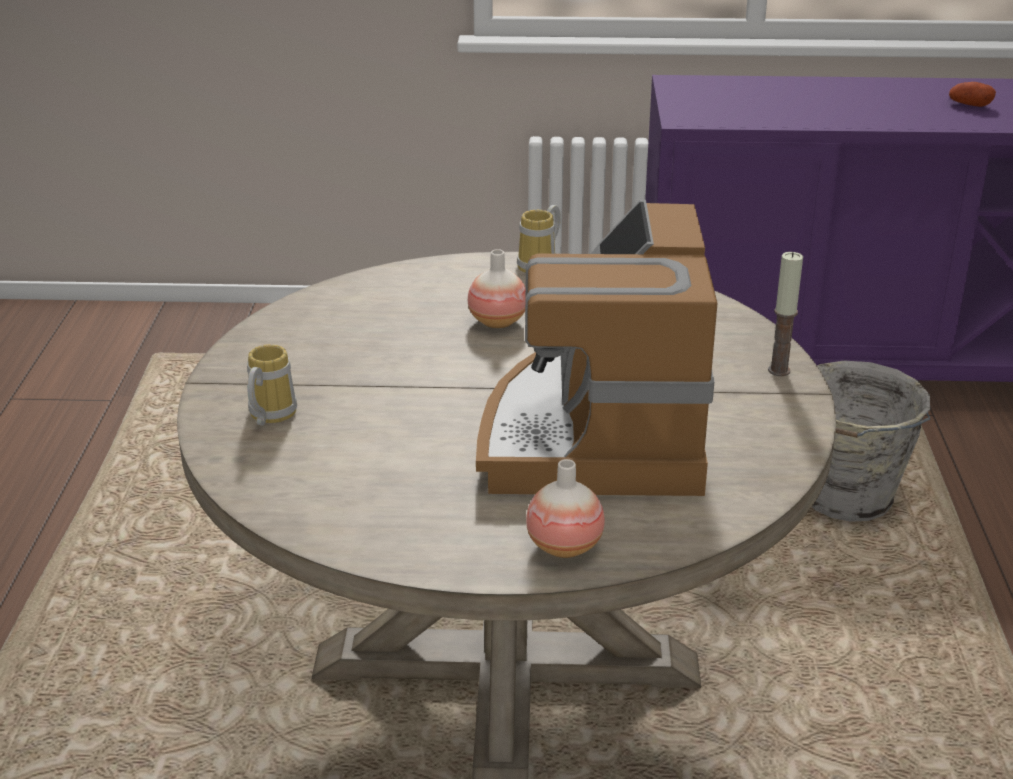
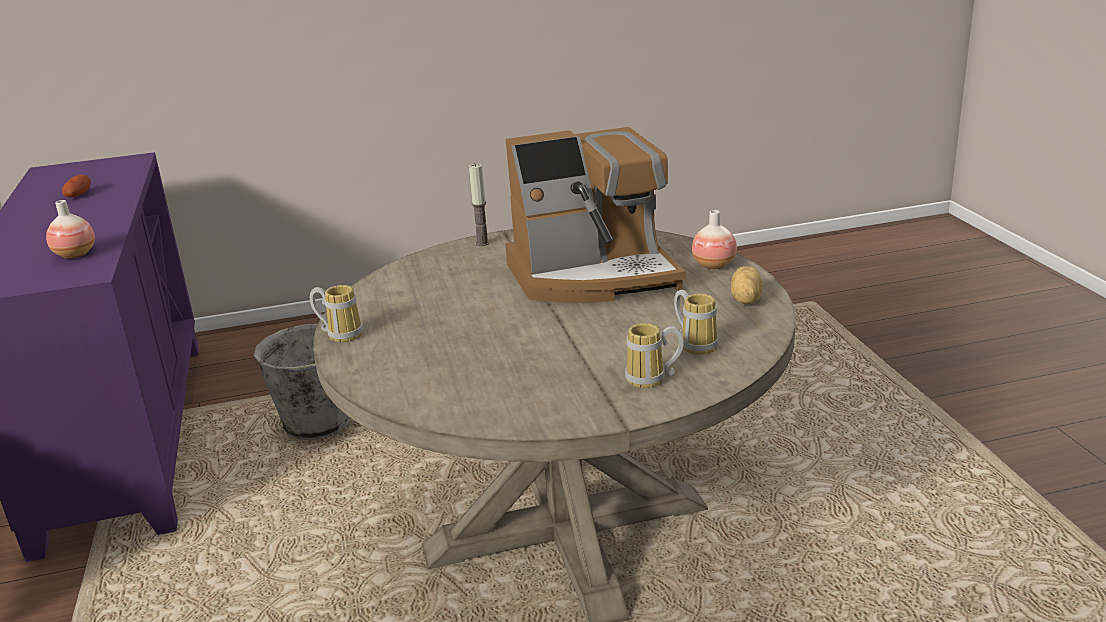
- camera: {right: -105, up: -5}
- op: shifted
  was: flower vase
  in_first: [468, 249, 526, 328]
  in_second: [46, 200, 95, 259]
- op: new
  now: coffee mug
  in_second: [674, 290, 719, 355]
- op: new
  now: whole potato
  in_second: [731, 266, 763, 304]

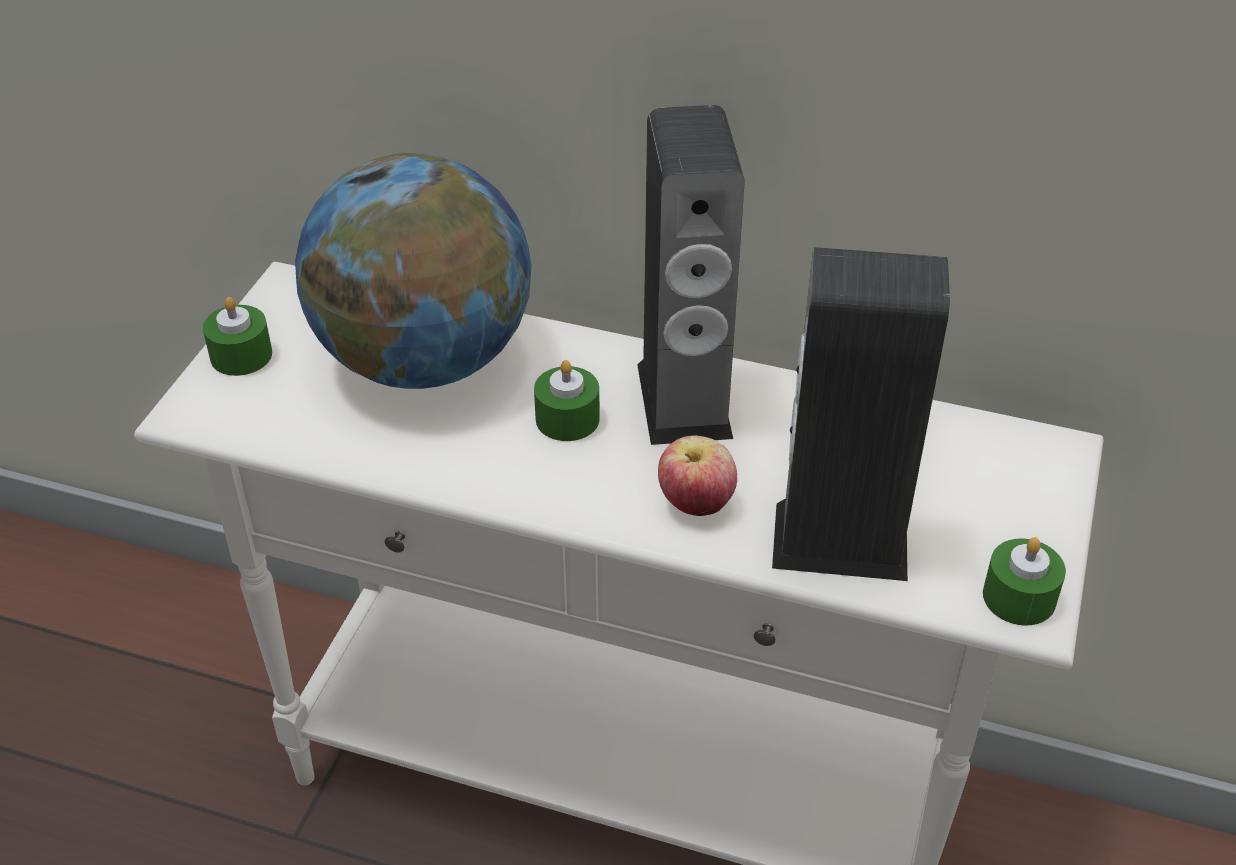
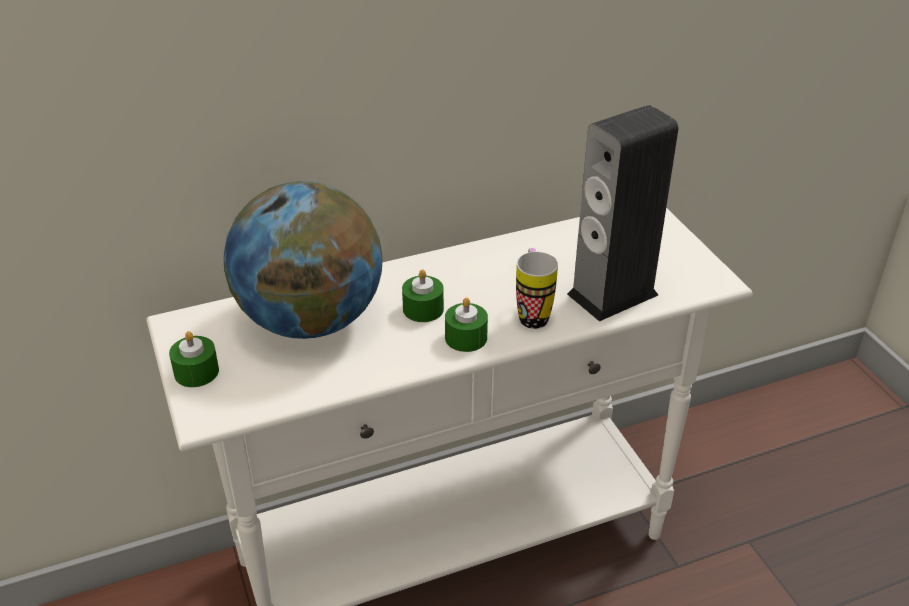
- camera: {right: -40, up: -5}
- op: shifted
  was: green-coloured wax candle
  in_first: [983, 537, 1066, 626]
  in_second: [445, 297, 488, 352]
- op: swapped
  was: whole apple
  now: coffee mug
  in_first: [658, 435, 737, 516]
  in_second: [516, 248, 558, 329]
- op: gone
  was: audio speaker
  in_first: [637, 105, 745, 445]

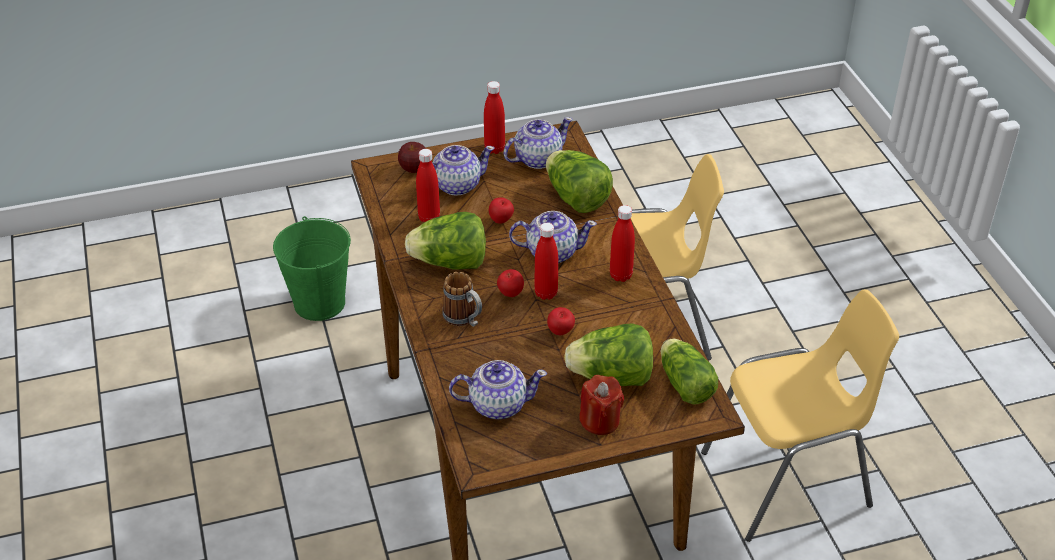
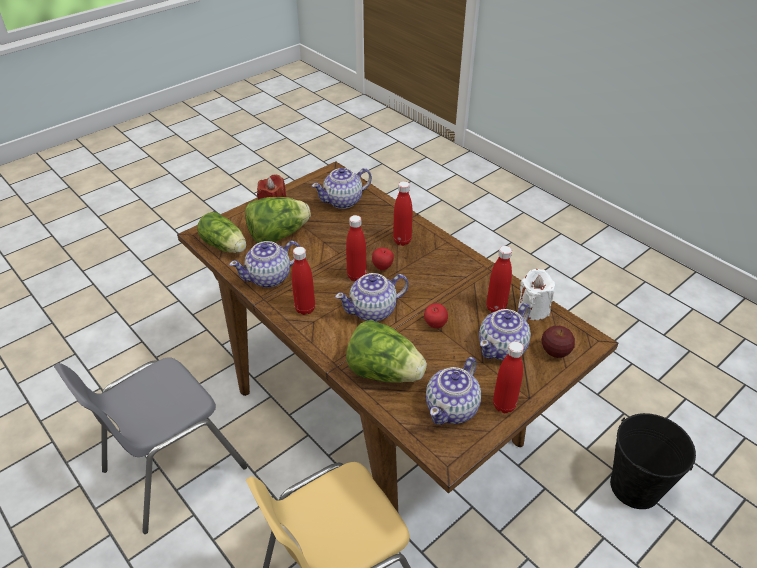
- camera: {right: 155, up: 0}
- op: repainted
  was: yellow plain chair
  now: greyish plain chair
  in_first: [701, 290, 899, 542]
  in_second: [54, 357, 247, 534]
- op: new
  now: teapot
  in_second: [229, 241, 300, 288]
- op: swapped
  was: coffee mug
  now: red-coloured bottle
  in_first: [442, 272, 482, 327]
  in_second: [393, 181, 413, 246]
- op: new
  now: whitish wax candle
  in_second: [518, 269, 555, 320]
- op: repainted
  was: green-coloured pail
  now: black-coloured pail
  in_first: [273, 216, 351, 321]
  in_second: [610, 413, 696, 509]
- op: gone
  was: lettuce
  in_first: [405, 212, 486, 269]
- op: gone
  was: whole apple
  in_first: [547, 307, 575, 335]

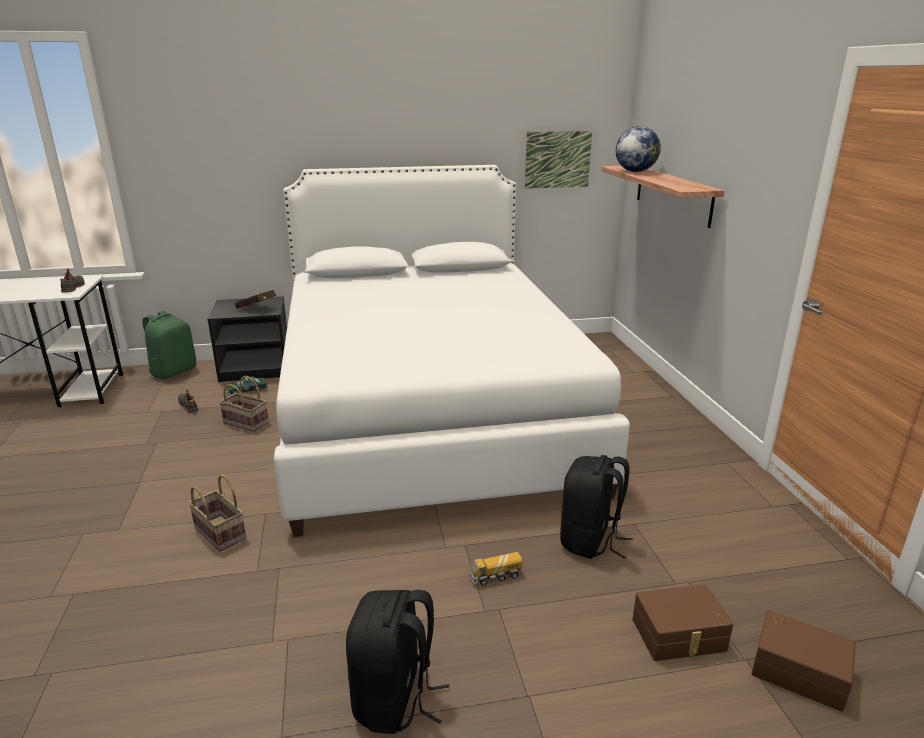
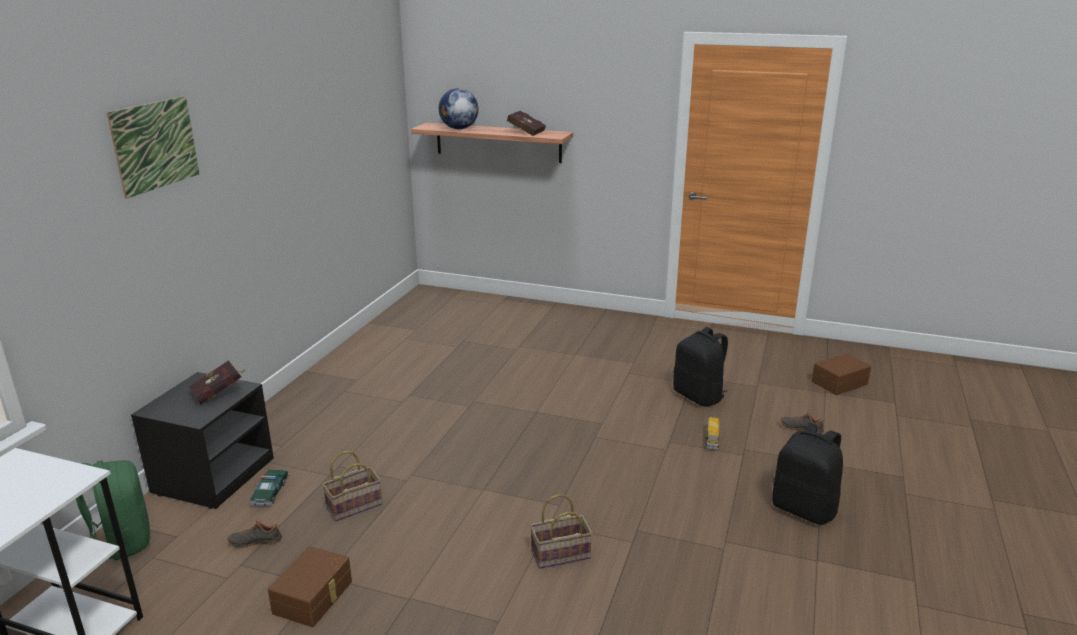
- camera: {right: -60, up: 0}
- op: shifted
  was: picture
  in_first: [525, 131, 592, 189]
  in_second: [106, 96, 200, 199]
- op: shifted
  was: brown-coloured storage bin
  in_first: [632, 584, 733, 661]
  in_second: [268, 546, 352, 627]
- op: new
  now: red-coloured book
  in_second: [507, 111, 546, 136]
- op: shifted
  was: black-coloured low shoe
  in_first: [60, 269, 85, 292]
  in_second: [781, 412, 825, 434]
- op: gone
  was: whitish bedroom bed
  in_first: [274, 165, 630, 537]

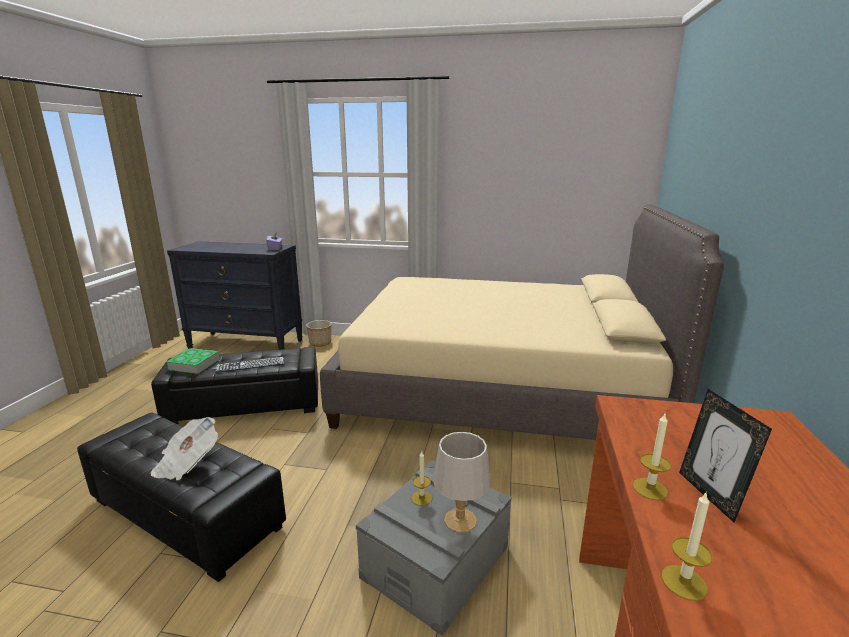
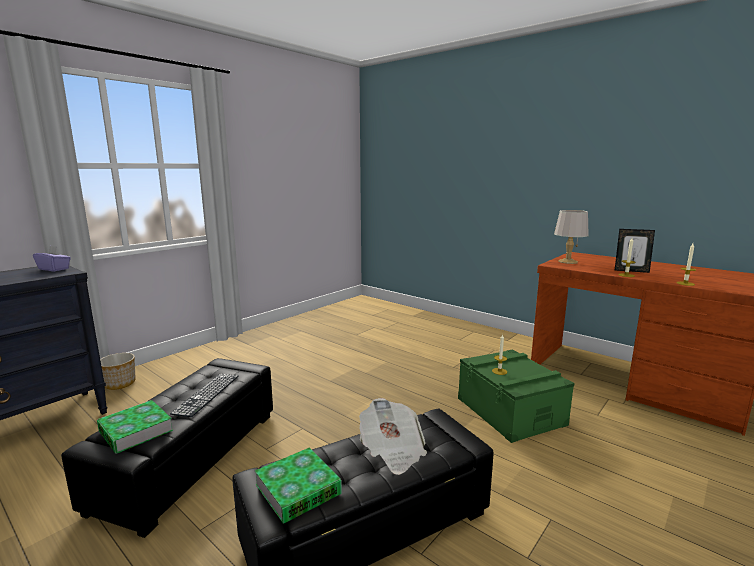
- camera: {right: -60, up: -5}
- op: new
  now: book
  in_second: [255, 447, 342, 524]
- op: repainted
  was: greyish storage bin
  now: green-coloured storage bin
  in_first: [356, 460, 511, 636]
  in_second: [458, 349, 575, 443]
- op: shifted
  was: greyish lamp for a table
  in_first: [433, 432, 491, 533]
  in_second: [554, 210, 589, 264]
- op: gone
  was: sand-coloured bedroom bed
  in_first: [320, 204, 724, 440]

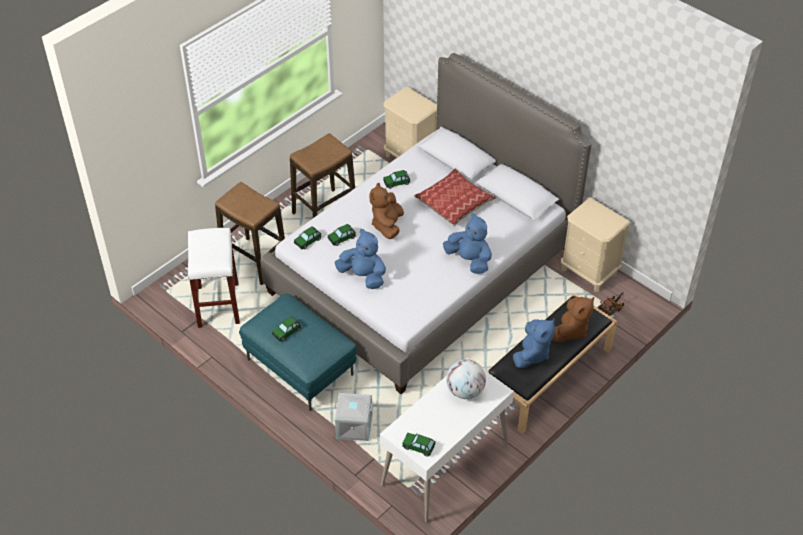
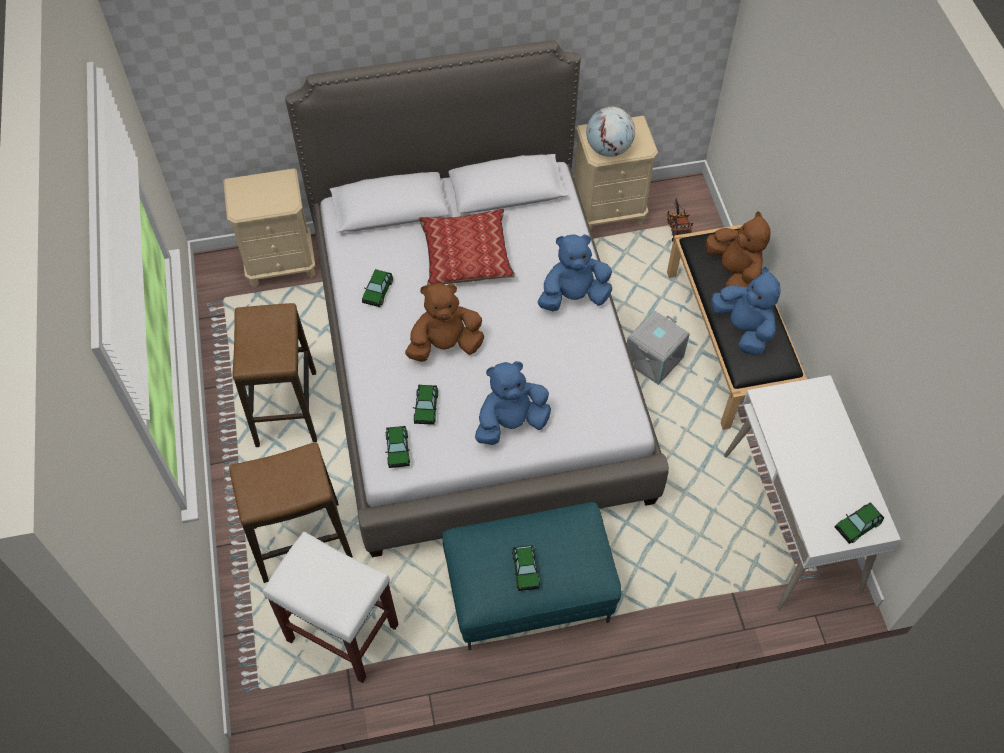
- camera: {right: -55, up: 10}
- op: rotated
  was: brown-coloured plush toy
  in_first: [369, 182, 404, 239]
  in_second: [405, 283, 484, 362]
  clockwise: 120
- op: shifted
  was: globe
  in_first: [446, 359, 486, 399]
  in_second: [586, 107, 635, 157]
- op: shifted
  was: greyish storage bin
  in_first: [334, 393, 373, 441]
  in_second: [627, 310, 690, 385]

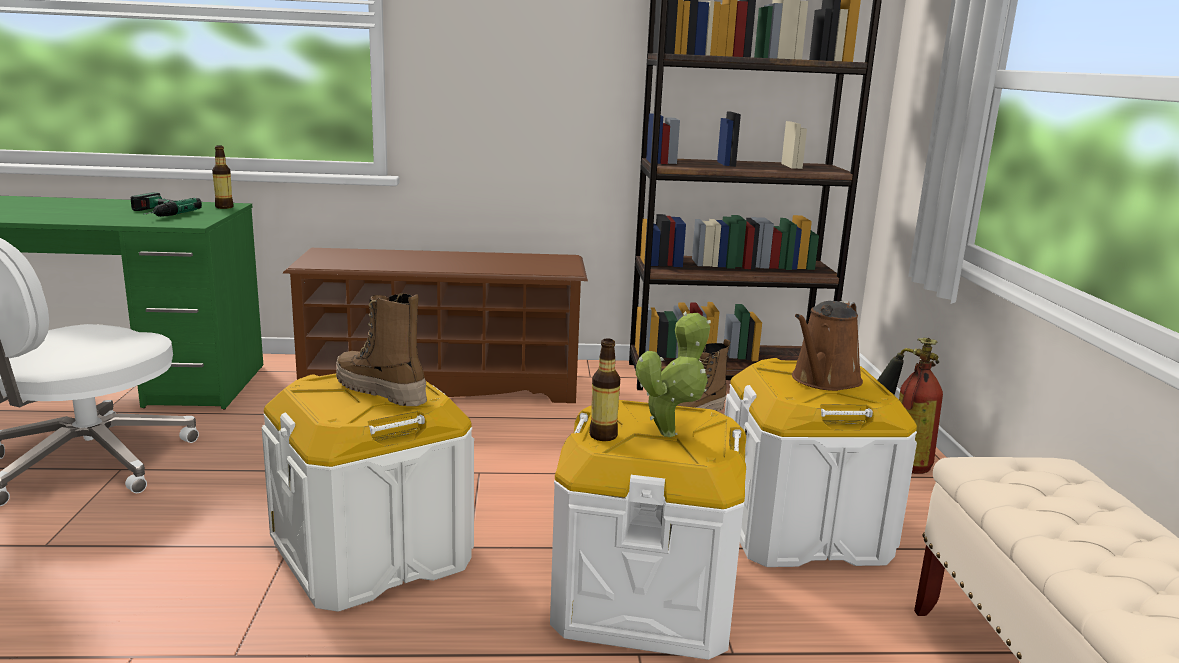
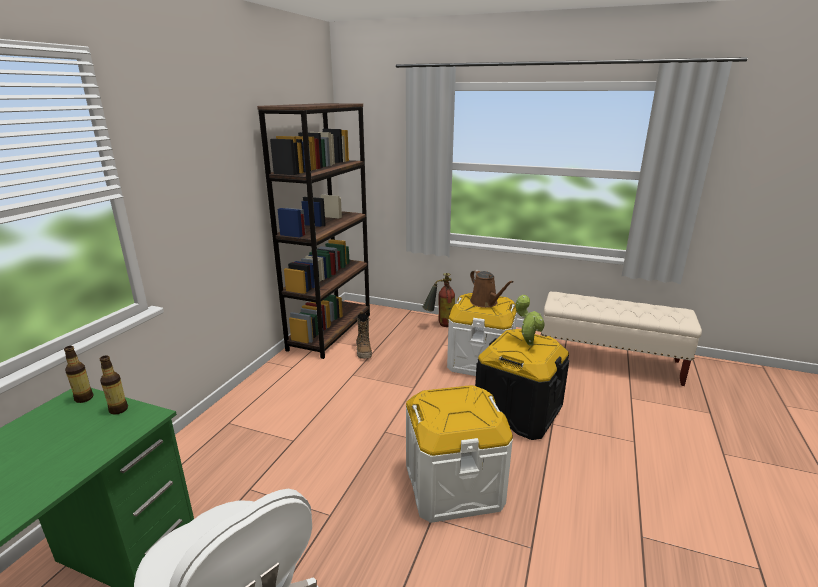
- camera: {right: -65, up: 5}
- op: shifted
  was: bottle
  in_first: [589, 339, 620, 441]
  in_second: [100, 355, 128, 415]
- op: repainted
  was: whitish storage bin
  now: black-coloured storage bin
  in_first: [550, 400, 746, 660]
  in_second: [475, 329, 569, 440]
- op: gone
  was: drill
  in_first: [130, 192, 202, 217]
- op: gone
  was: brown-coloured shoe stand
  in_first: [283, 248, 588, 403]
- op: gone
  was: high-top boot
  in_first: [336, 293, 427, 406]

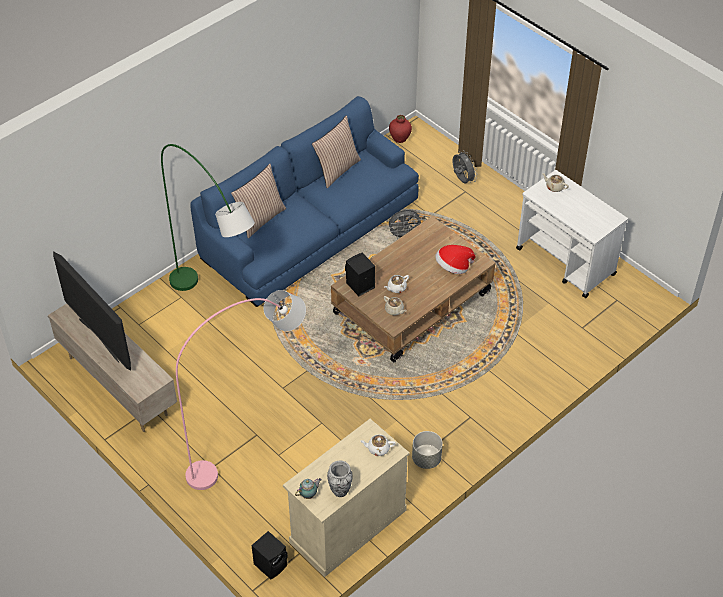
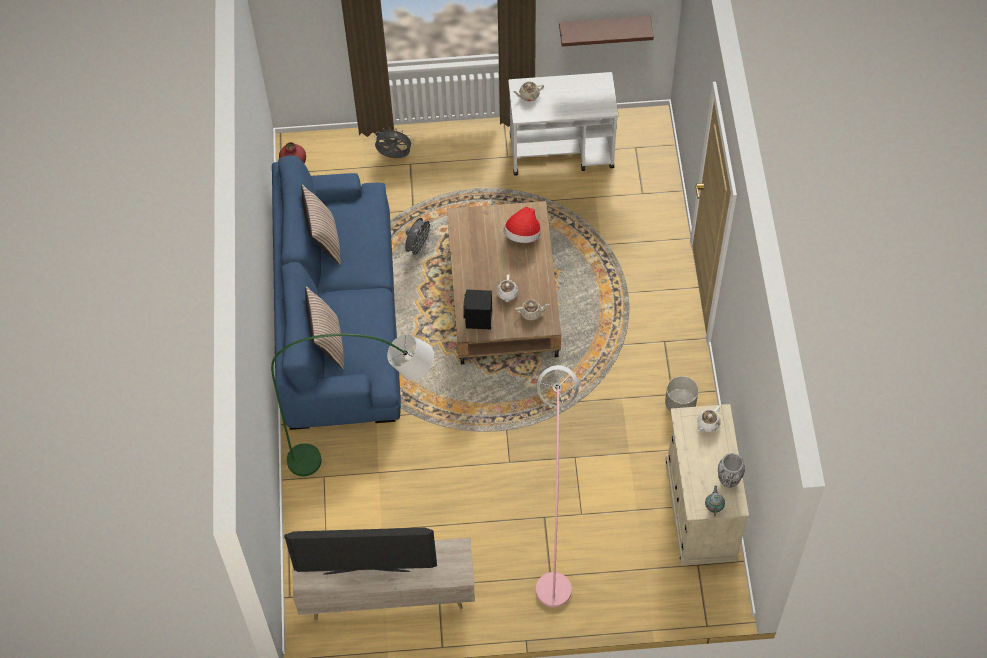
- camera: {right: -50, up: 10}
- op: new
  now: brown-coloured bracket shelf
  in_second: [559, 16, 654, 47]
- op: gone
  was: black-coloured audio speaker
  in_first: [252, 531, 288, 579]

